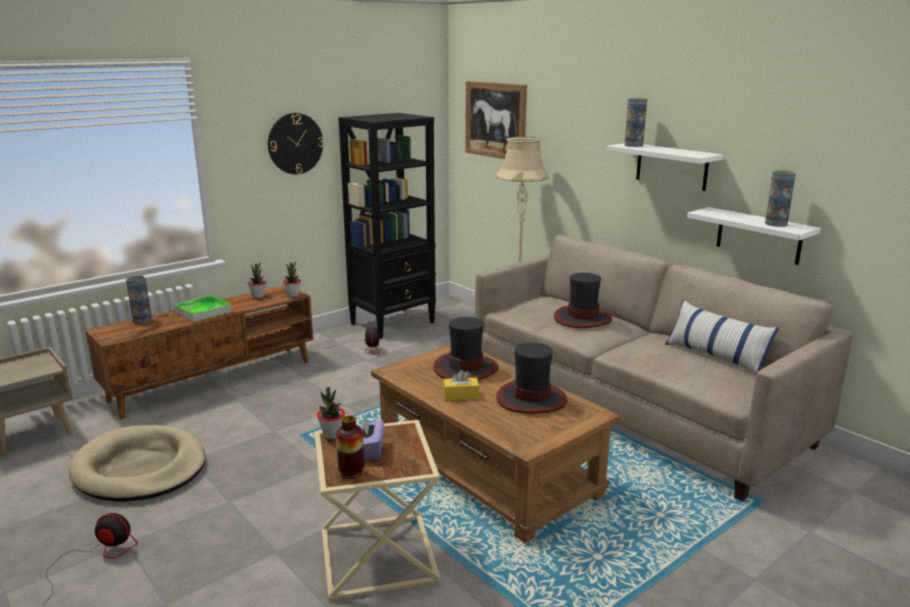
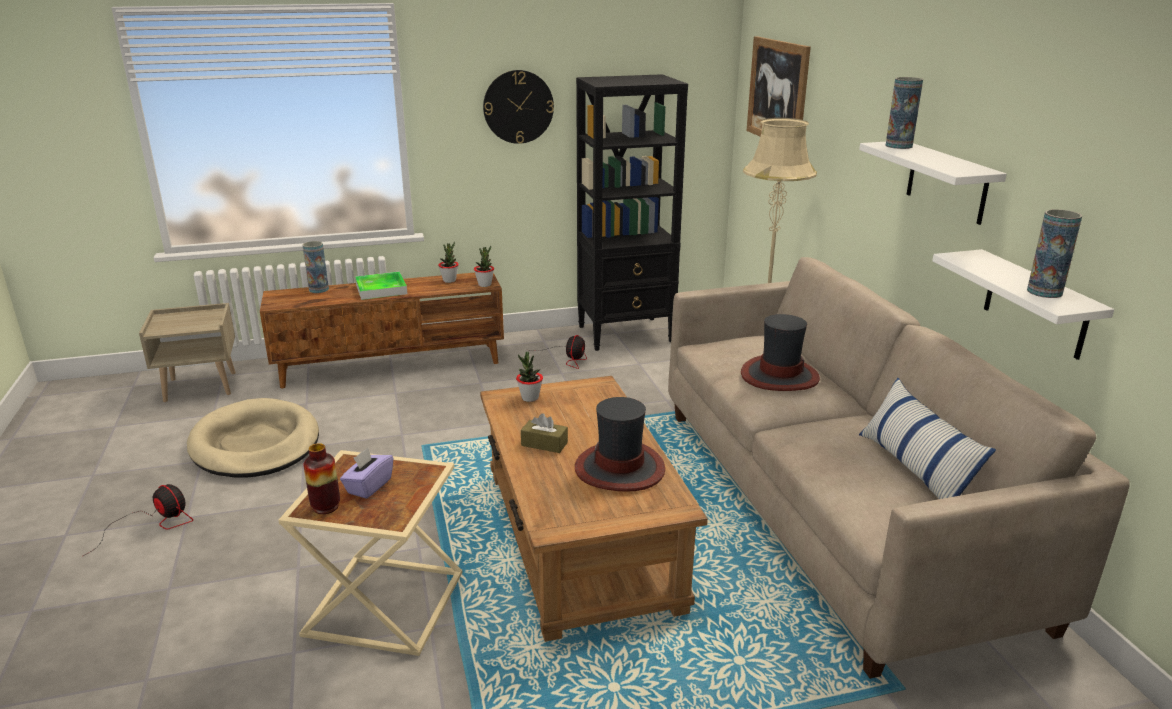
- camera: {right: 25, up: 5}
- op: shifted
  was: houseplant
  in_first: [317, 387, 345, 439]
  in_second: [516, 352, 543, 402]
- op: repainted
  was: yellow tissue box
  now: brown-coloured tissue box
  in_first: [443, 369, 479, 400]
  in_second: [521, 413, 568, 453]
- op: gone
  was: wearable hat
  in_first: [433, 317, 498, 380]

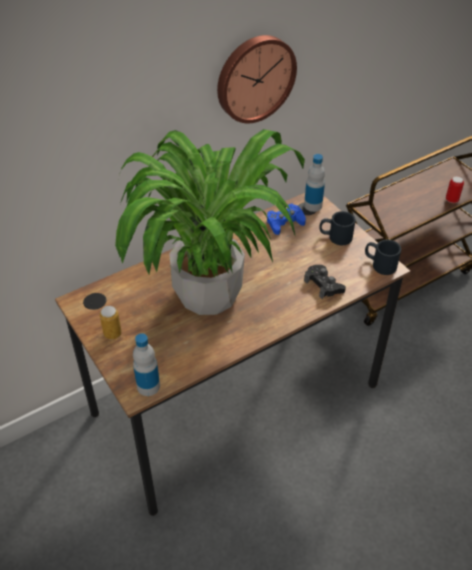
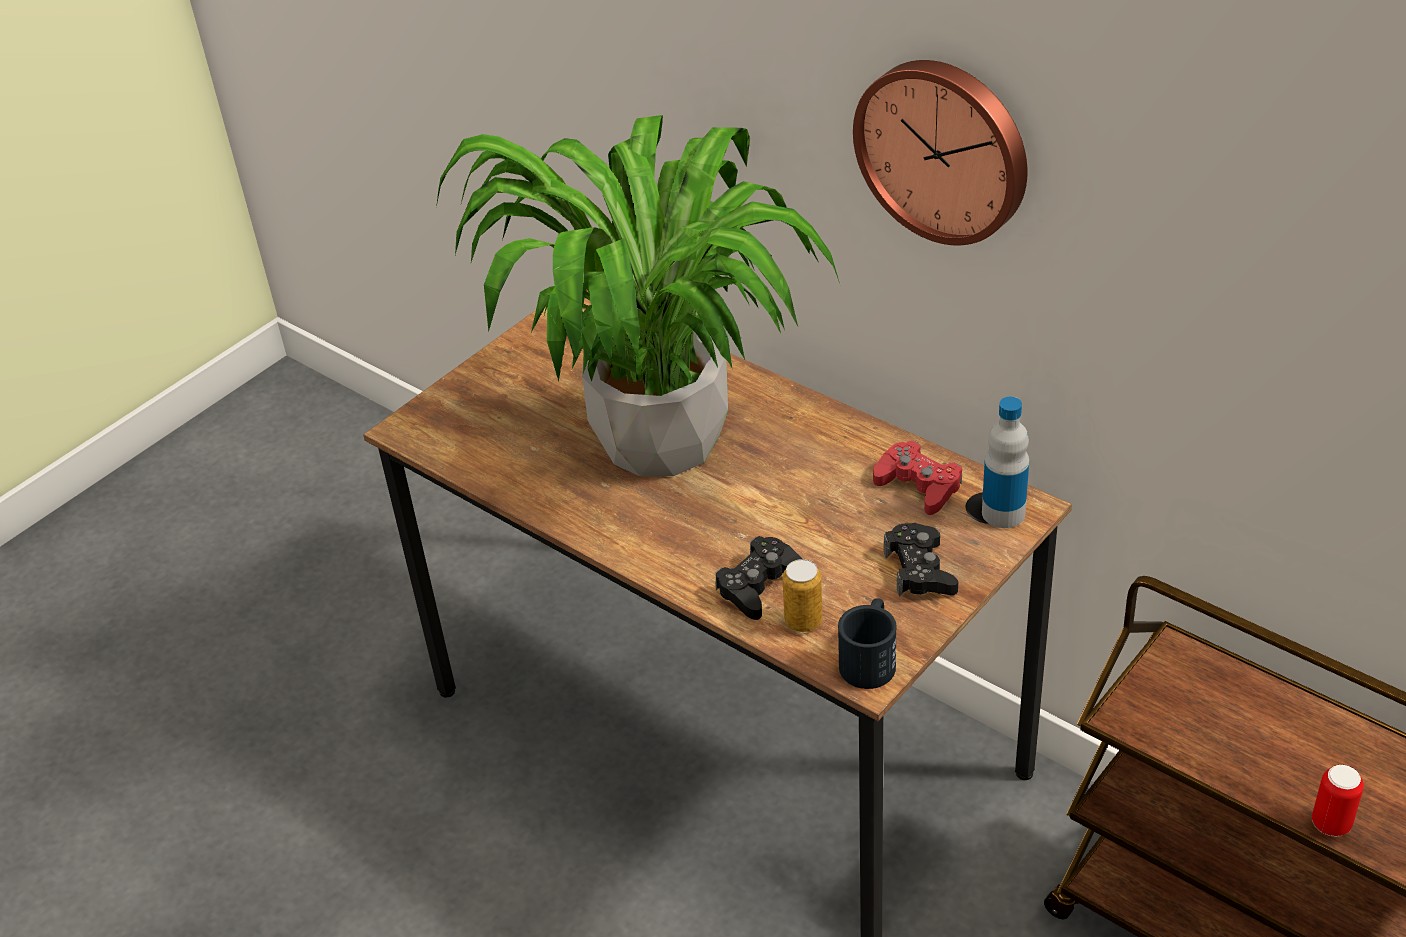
- camera: {right: 75, up: -5}
- op: shifted
  was: sealed can
  in_first: [100, 306, 122, 340]
  in_second: [782, 559, 822, 632]
- op: repainted
  was: bluish joypad
  now: red-coloured joypad
  in_first: [267, 204, 306, 235]
  in_second: [873, 441, 962, 515]
- op: swapped
  was: black-coloured coffee mug
  now: black-coloured joypad
  in_first: [319, 211, 356, 245]
  in_second: [884, 523, 958, 597]
- op: gone
  was: bottle
  in_first: [133, 333, 160, 396]

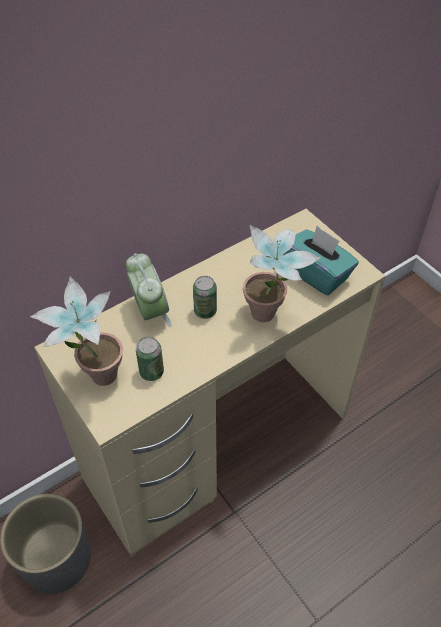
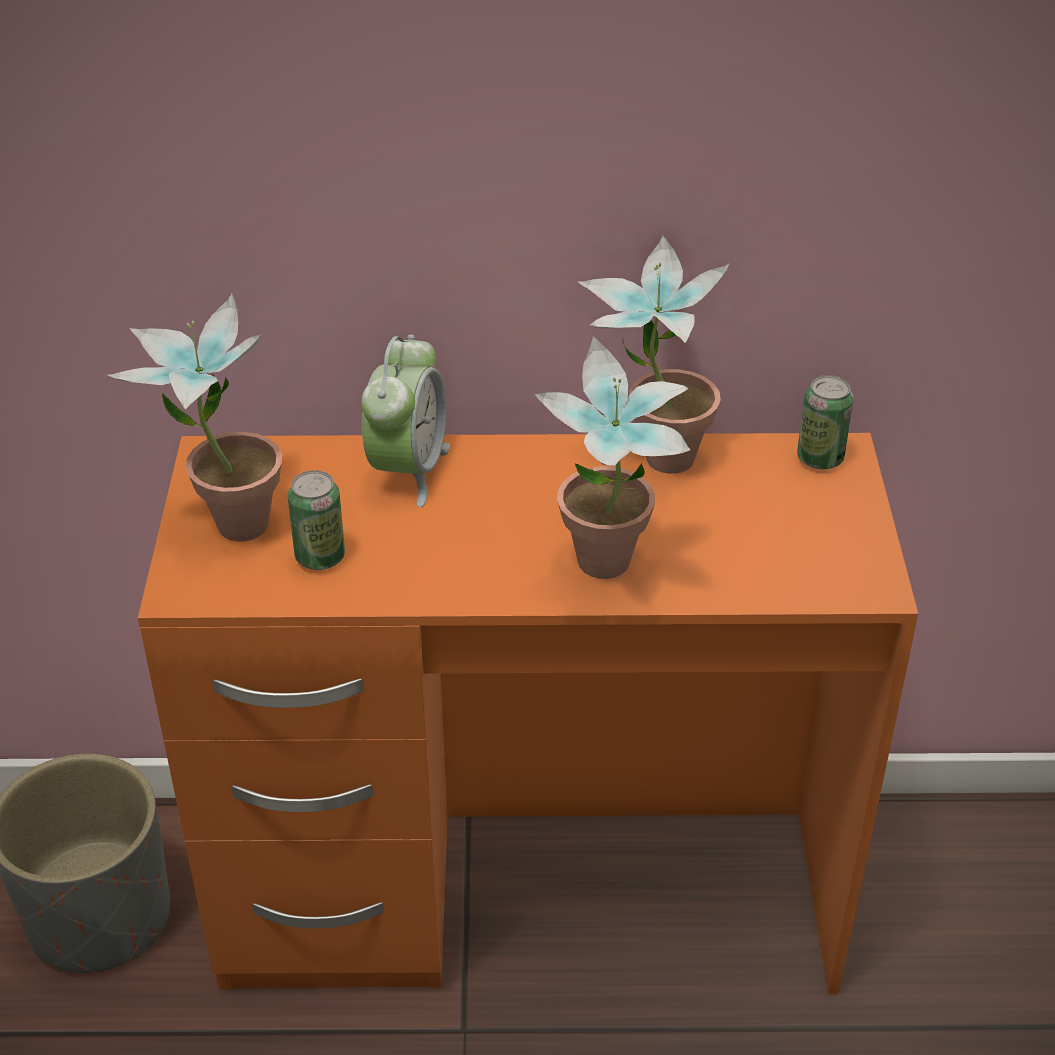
- camera: {right: 35, up: -10}
- op: repainted
  was: sand-coloured desk
  now: orangey desk
  in_first: [34, 209, 386, 557]
  in_second: [138, 433, 918, 995]
- op: new
  now: houseplant
  in_second: [578, 236, 730, 474]
- op: shifted
  was: sealed can
  in_first: [193, 276, 217, 319]
  in_second: [797, 375, 853, 470]
- op: gone
  was: blue-green tissue box
  in_first: [284, 226, 359, 295]

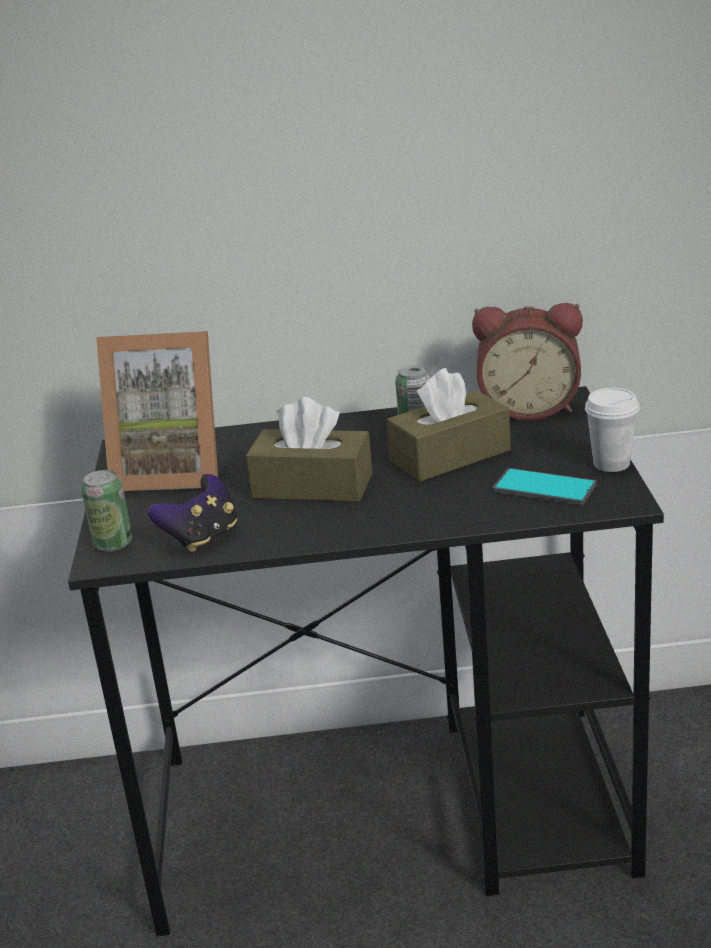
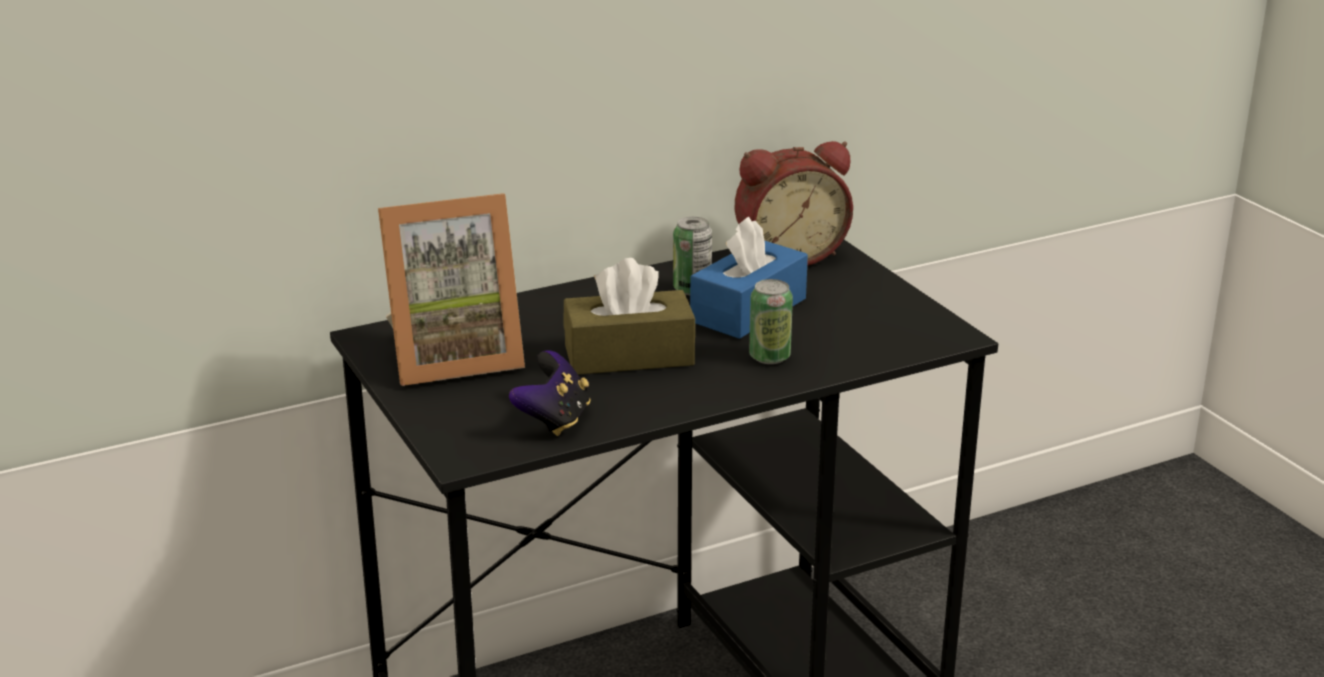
- camera: {right: -25, up: 0}
- op: repainted
  was: brown-coloured tissue box
  now: bluish tissue box
  in_first: [386, 368, 511, 482]
  in_second: [690, 217, 808, 339]
- op: shifted
  was: sealed can
  in_first: [82, 470, 133, 552]
  in_second: [749, 279, 793, 364]
- op: gone
  was: phone
  in_first: [492, 468, 596, 505]
- op: gone
  was: whitish drinking cup
  in_first: [585, 388, 639, 472]

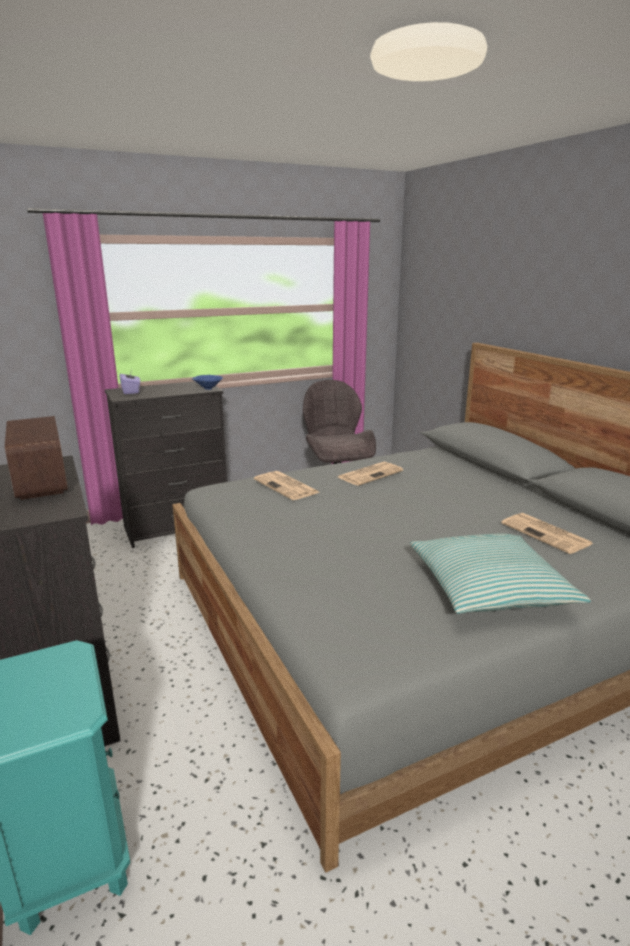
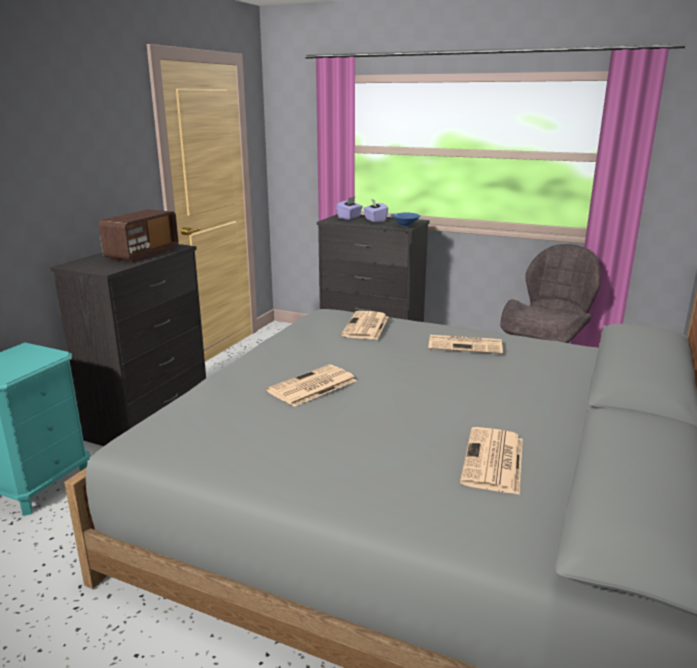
- camera: {right: 50, up: 0}
- op: new
  now: newspaper
  in_second: [266, 365, 357, 407]
- op: new
  now: purplish tissue box
  in_second: [363, 199, 388, 222]
- op: gone
  was: cushion
  in_first: [410, 534, 591, 614]

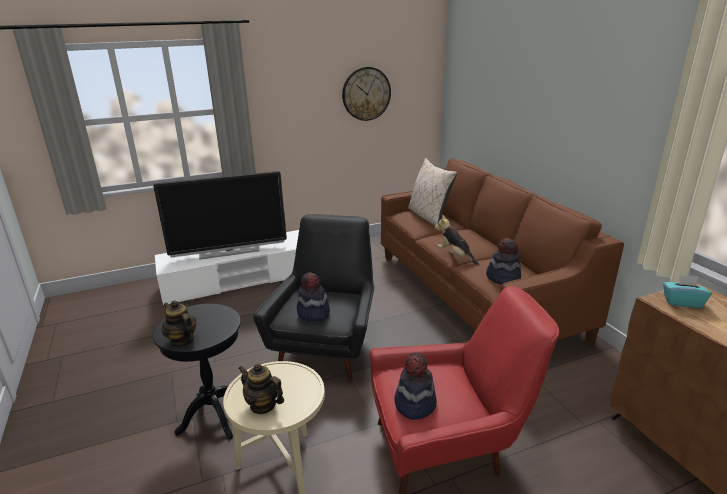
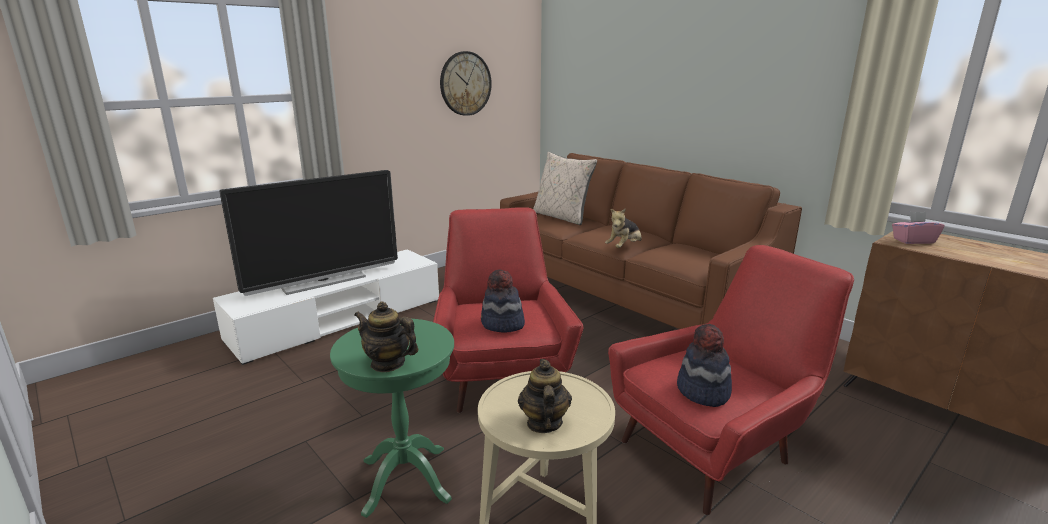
- camera: {right: -20, up: -5}
- op: repainted
  was: black-coloured side table
  now: green-coloured side table
  in_first: [152, 304, 241, 440]
  in_second: [330, 319, 454, 518]
- op: repainted
  was: black-coloured armchair
  now: red-coloured armchair
  in_first: [253, 214, 374, 382]
  in_second: [433, 207, 584, 413]
- op: rotated
  was: teapot
  in_first: [238, 363, 284, 414]
  in_second: [518, 359, 572, 433]
  clockwise: 75
- op: rotated
  was: plush toy
  in_first: [435, 215, 479, 265]
  in_second: [605, 208, 642, 248]
  clockwise: -75
- op: repainted
  was: blue-green tissue box
  now: pink tissue box
  in_first: [663, 274, 712, 308]
  in_second: [892, 212, 944, 244]
- op: gone
  was: wearable hat
  in_first: [486, 238, 521, 284]

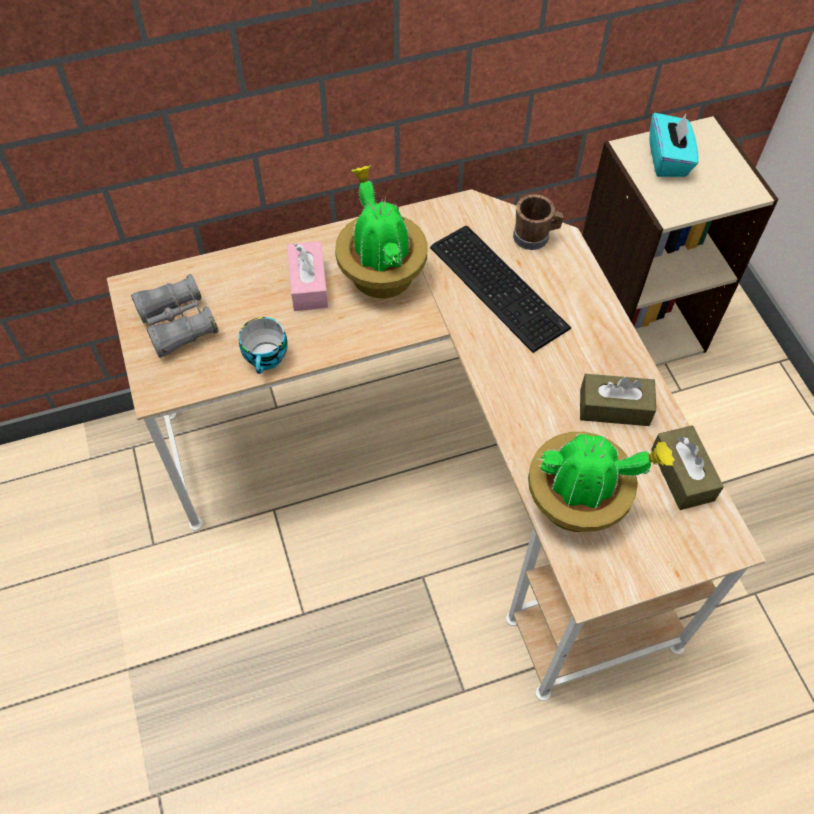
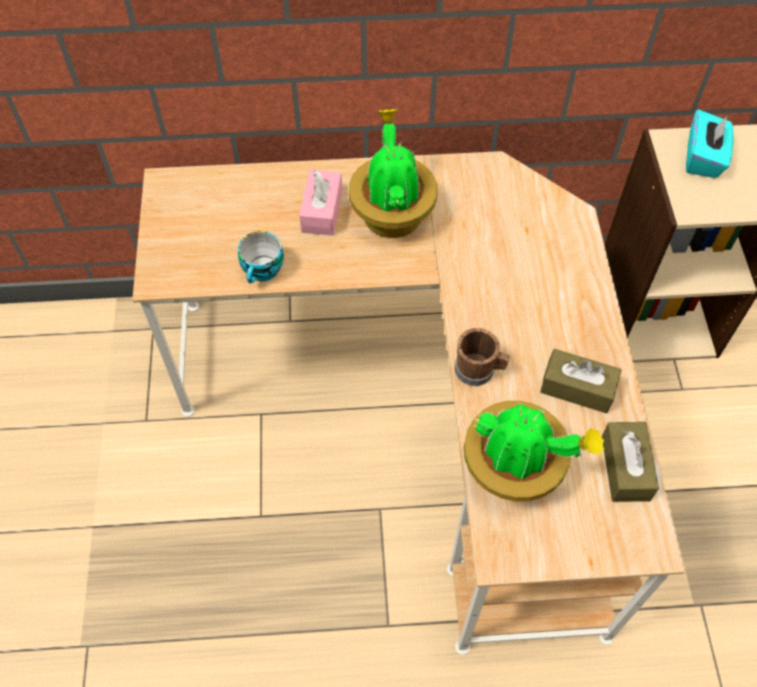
- camera: {right: 15, up: 0}
- op: shifted
  was: brown-coloured coffee mug
  in_first: [513, 194, 563, 250]
  in_second: [455, 328, 510, 386]
- op: gone
  was: greyish binoculars
  in_first: [131, 274, 218, 358]
- op: gone
  was: keyboard
  in_first: [430, 226, 571, 353]

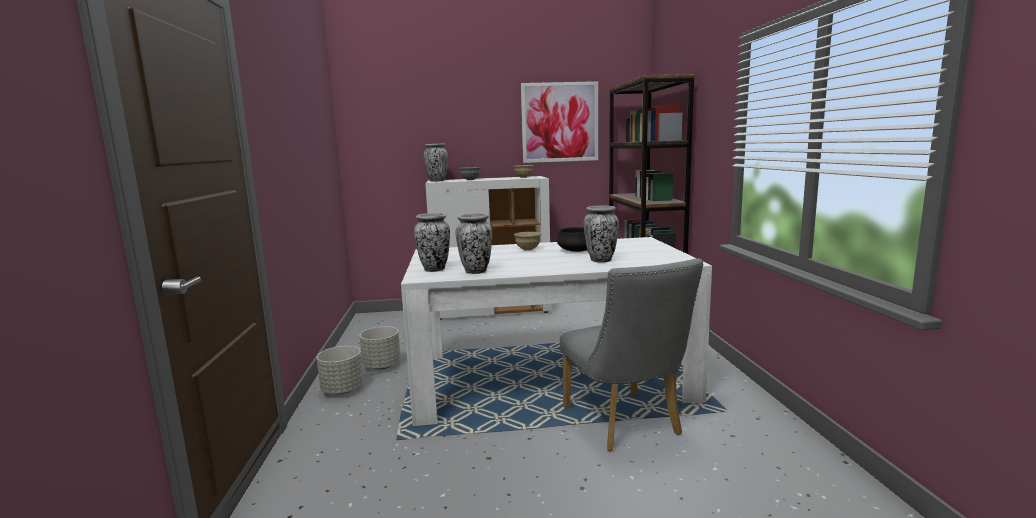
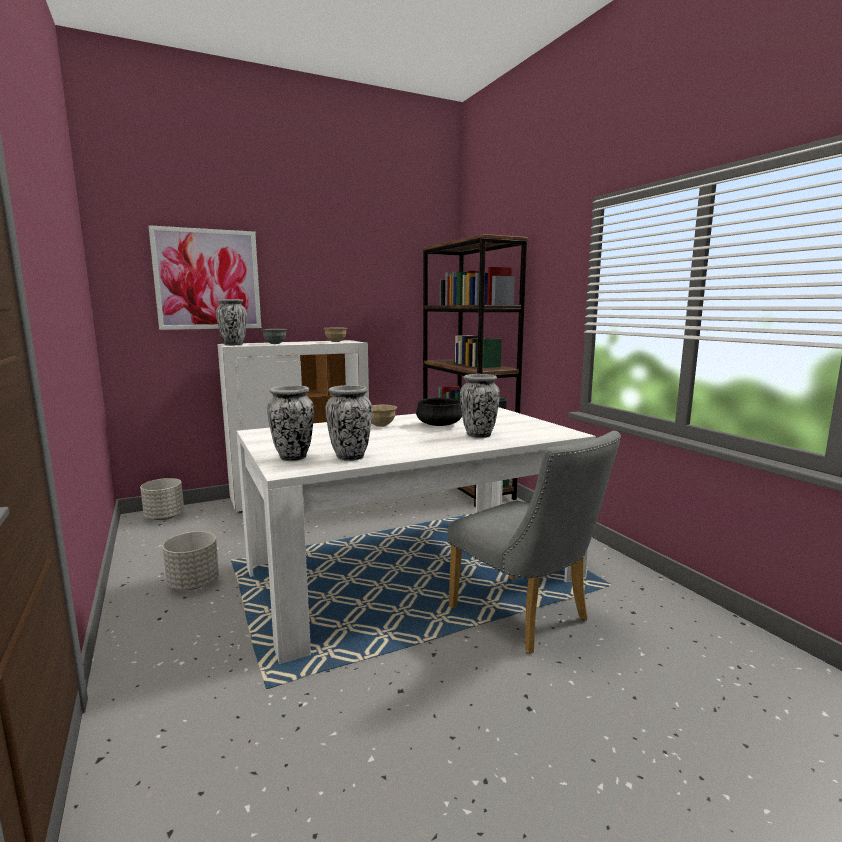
- camera: {right: -20, up: 0}
- op: shifted
  was: greyish flower pot
  in_first: [317, 346, 364, 394]
  in_second: [140, 478, 184, 520]
- op: shifted
  was: picture
  in_first: [521, 81, 598, 163]
  in_second: [148, 225, 261, 330]

